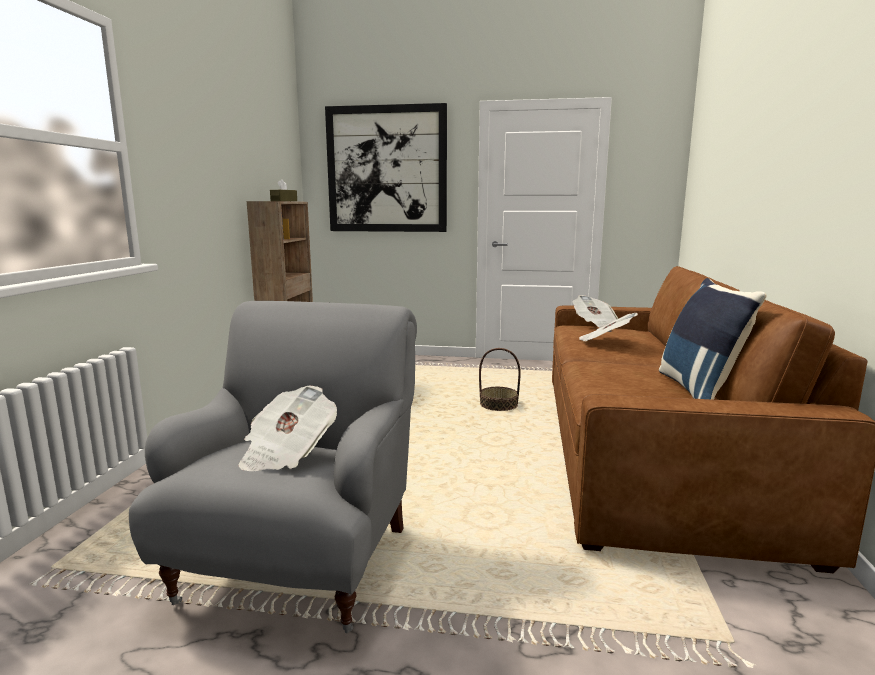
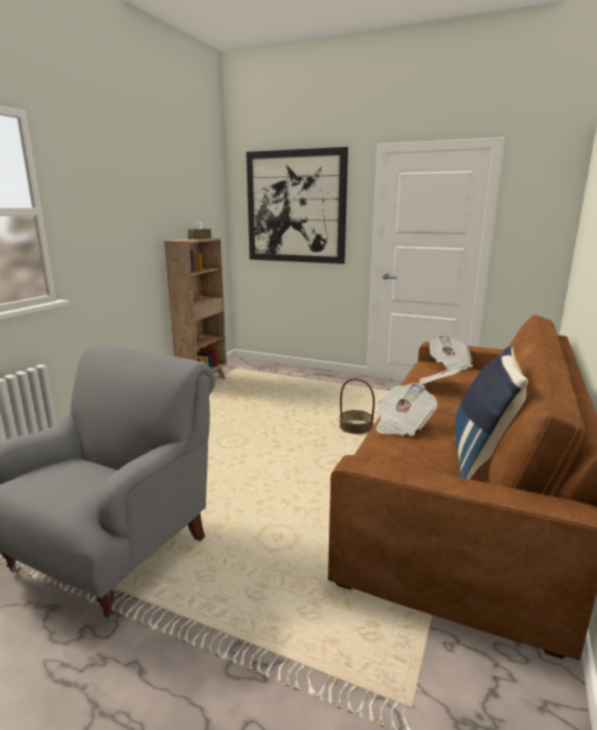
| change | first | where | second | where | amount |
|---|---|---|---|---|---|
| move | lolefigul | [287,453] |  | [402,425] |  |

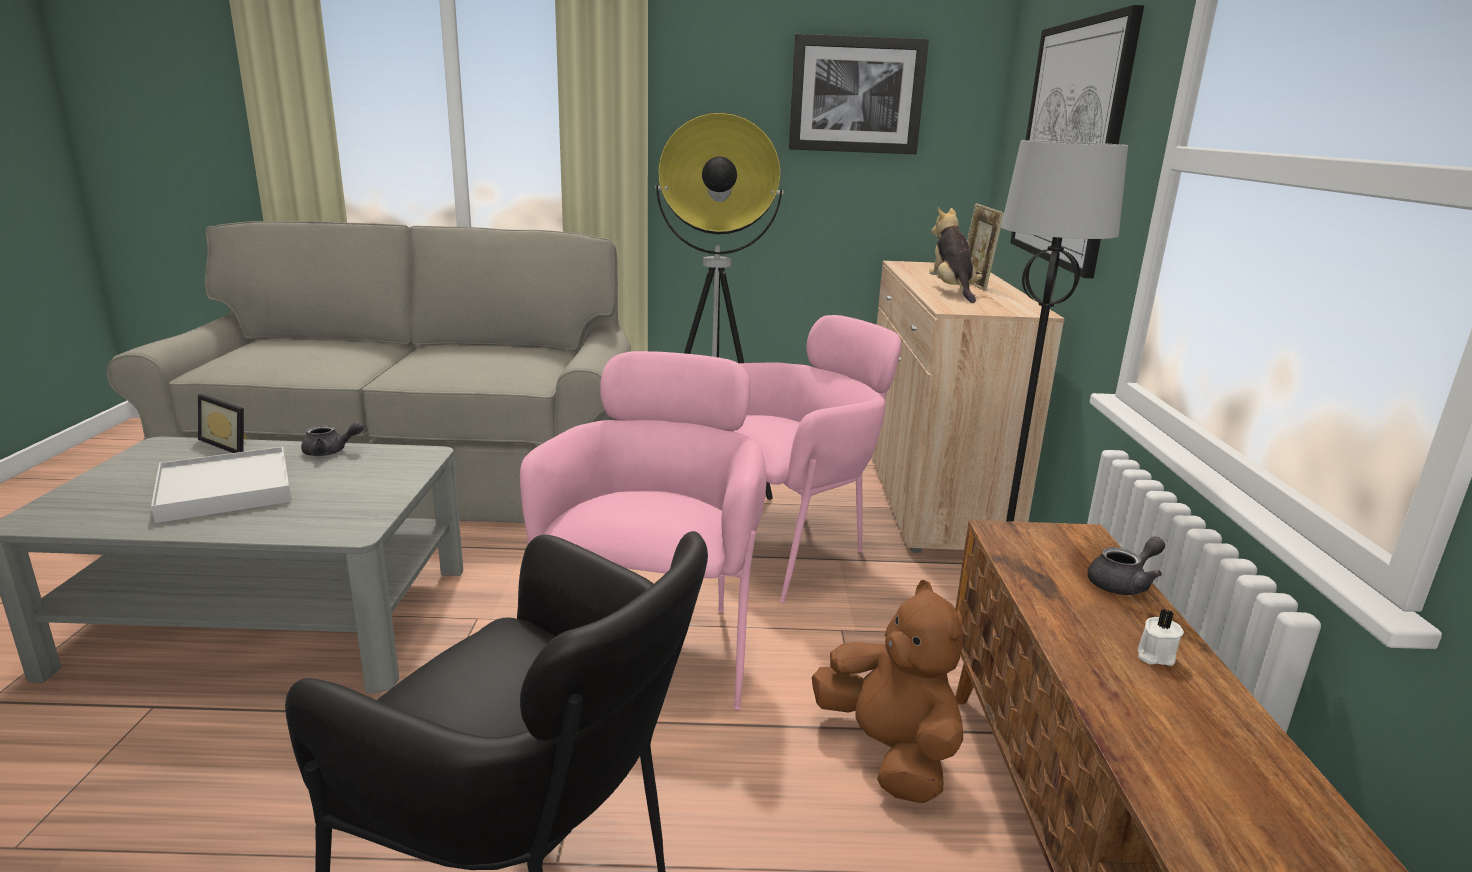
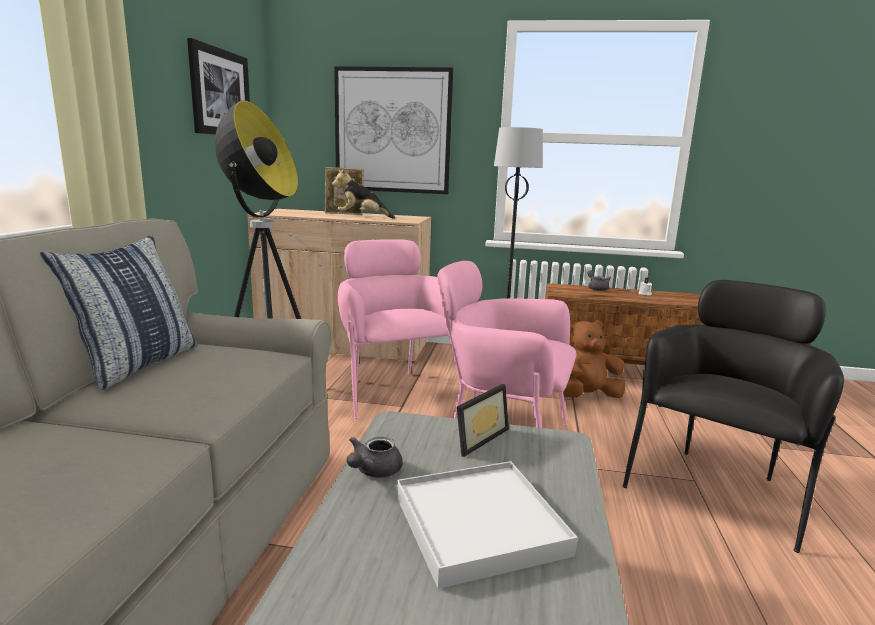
| change | first | where | second | where | amount |
|---|---|---|---|---|---|
| move | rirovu | [232,444] |  | [476,438] |  |
| rotate | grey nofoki | [330,452] |  | [373,471] | 150 degrees counterclockwise |
| insert |  |  | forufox | [138,364] |  |

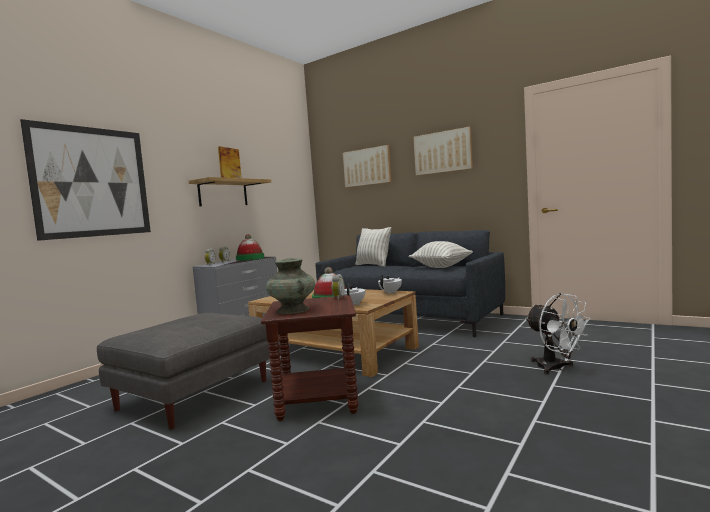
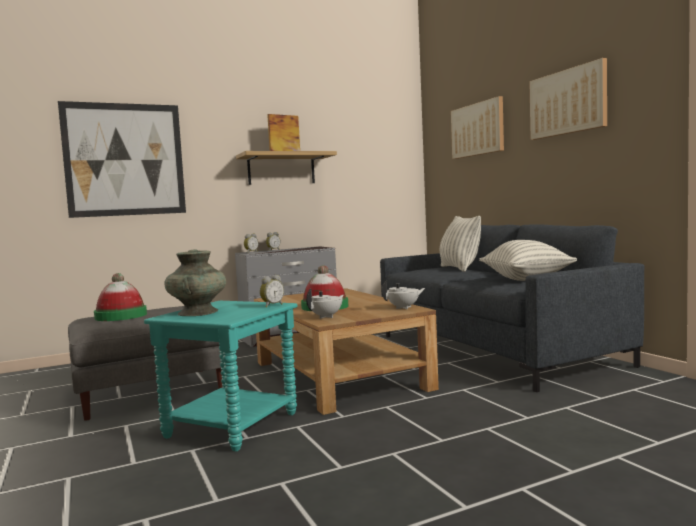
| change | first | where | second | where | amount |
|---|---|---|---|---|---|
| move | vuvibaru | [250,258] |  | [121,316] |  |
| delete | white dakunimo | [556,368] |  |  |  |
| recolor | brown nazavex | [317,399] | turquoise nazavex | [231,425] |  |

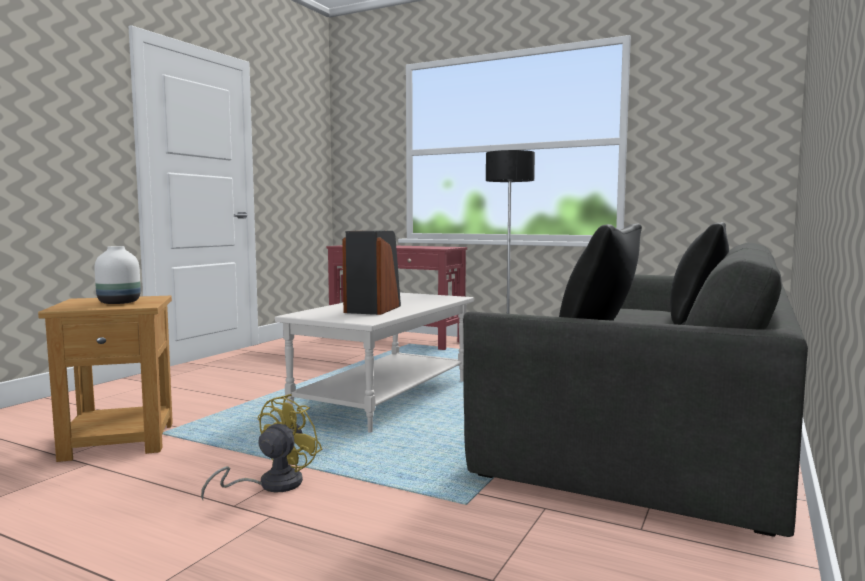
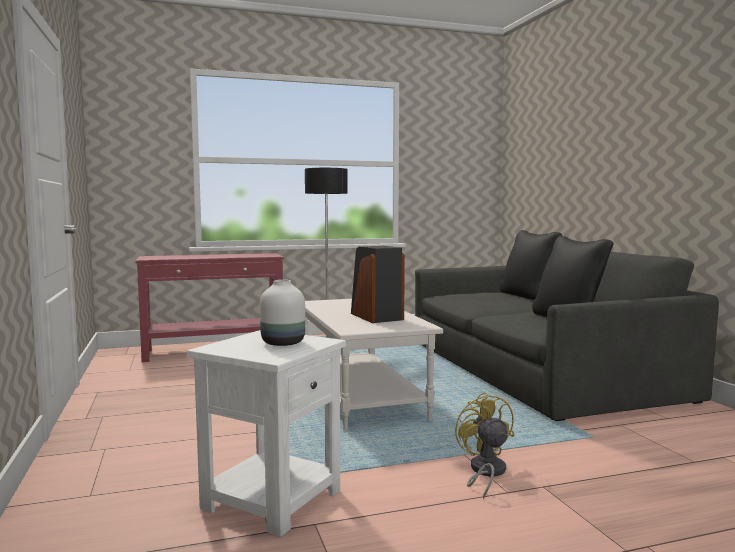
| change | first | where | second | where | amount |
|---|---|---|---|---|---|
| recolor | brown nazavex | [121,440] | white nazavex | [272,498] |  |

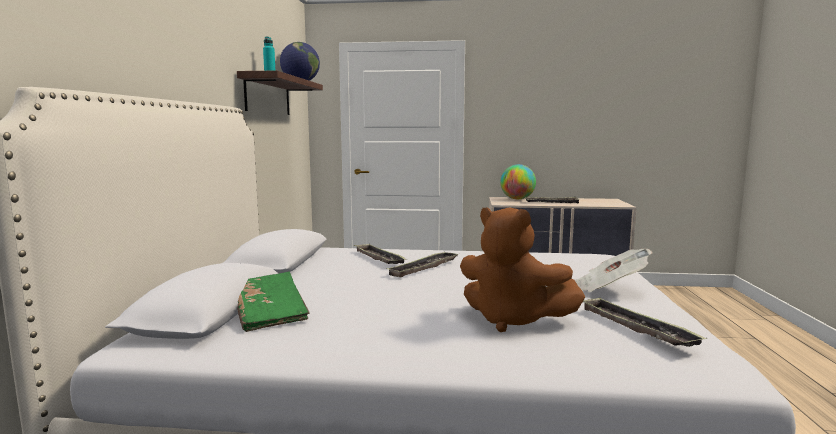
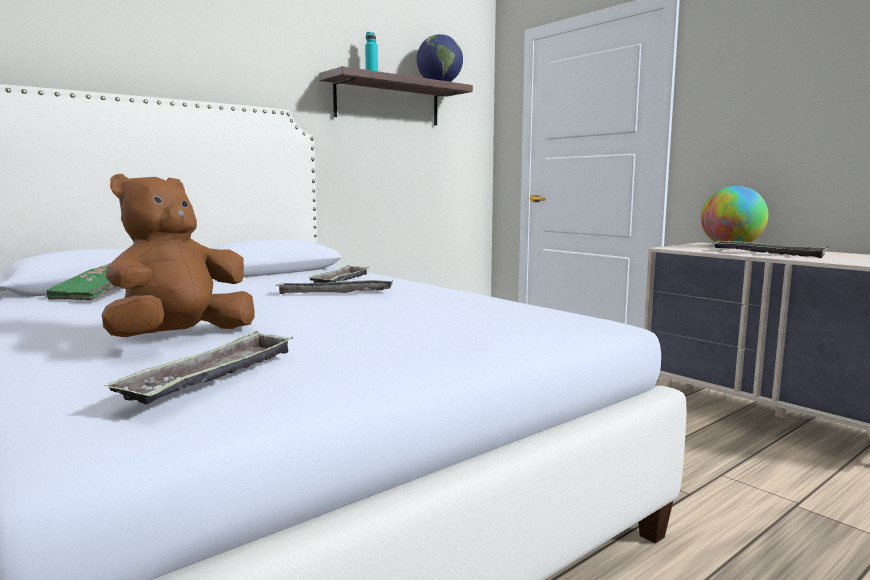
| change | first | where | second | where | amount |
|---|---|---|---|---|---|
| rotate | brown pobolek | [512,320] |  | [181,338] | 45 degrees clockwise |
| delete | lolefigul | [608,289] |  |  |  |

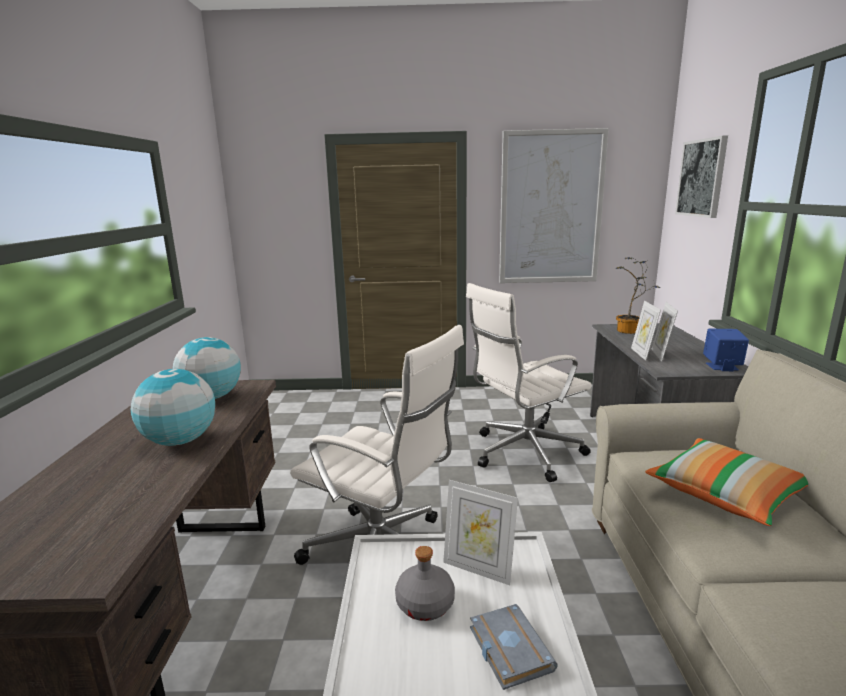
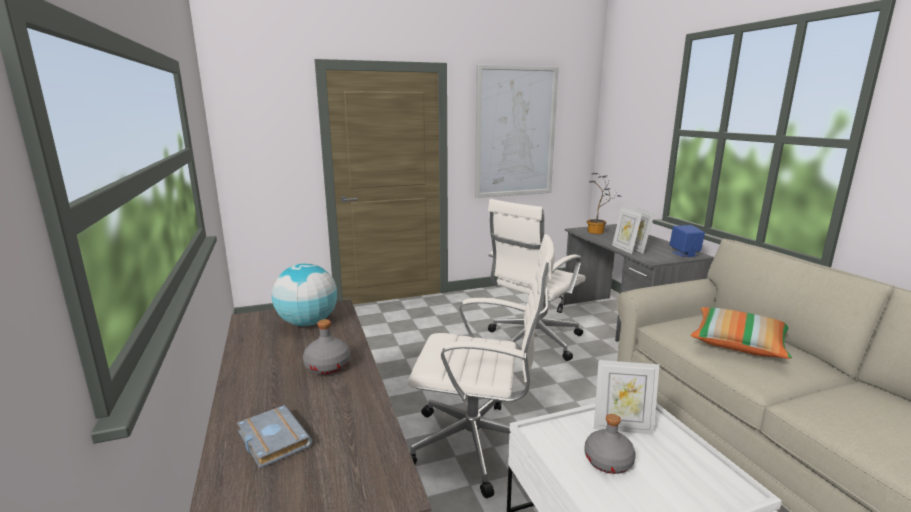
| change | first | where | second | where | amount |
|---|---|---|---|---|---|
| delete | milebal | [702,178] |  |  |  |
| replace | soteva | [180,441] | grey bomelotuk | [328,366] |  |
| move | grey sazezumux | [507,649] |  | [271,440] |  |

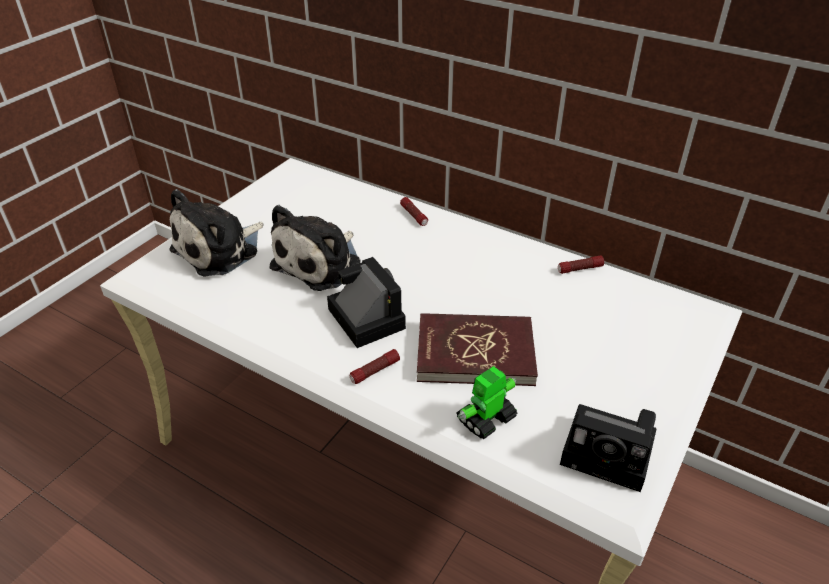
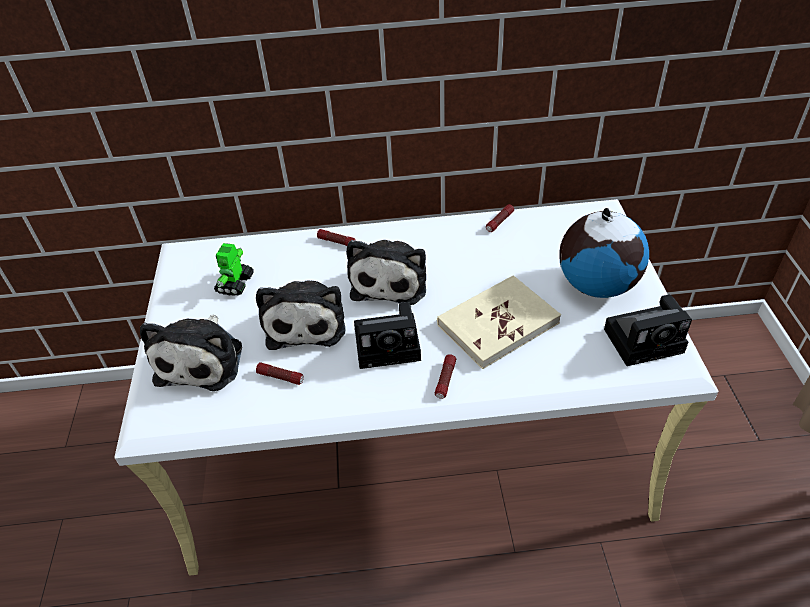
| change | first | where | second | where | amount |
|---|---|---|---|---|---|
| rotate | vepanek | [364,317] |  | [390,344] | 150 degrees clockwise |
| recolor | red sazezumux | [475,353] | beige sazezumux | [497,323] |  |
| move | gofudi | [485,419] |  | [235,284] |  |
| insert |  |  | soteva | [596,284] |  |
| insert |  |  | pobolek | [390,280] |  |
| insert |  |  | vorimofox | [281,377] |  |

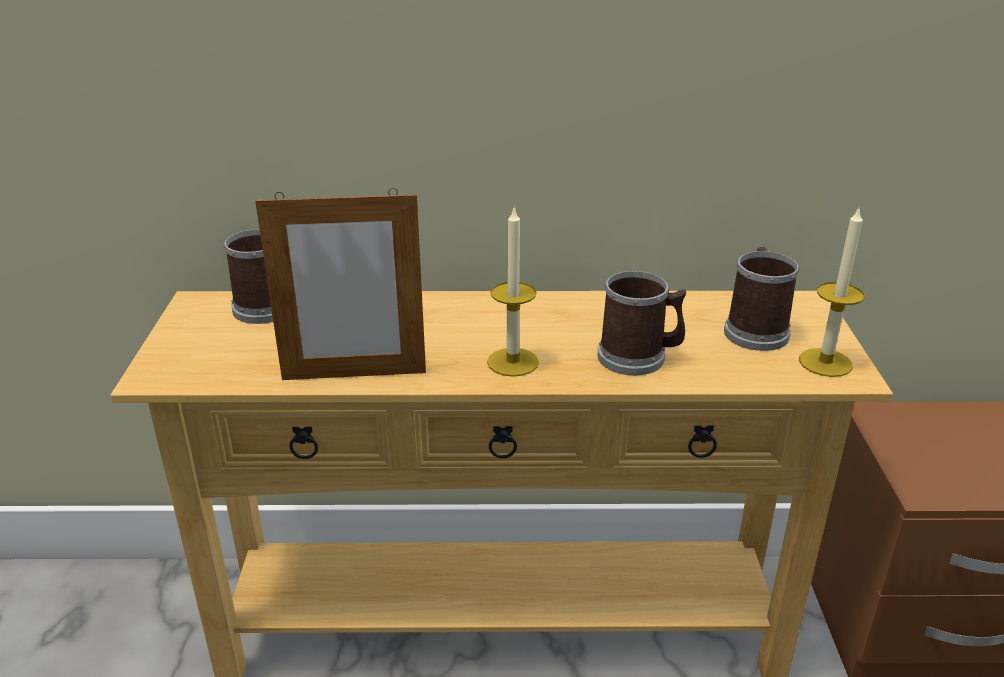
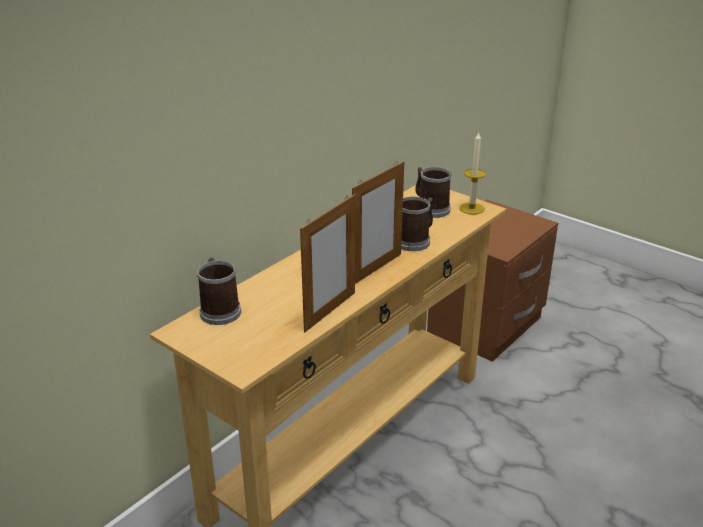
| change | first | where | second | where | amount |
|---|---|---|---|---|---|
| replace | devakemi | [513,362] | rirovu | [377,269] |  |

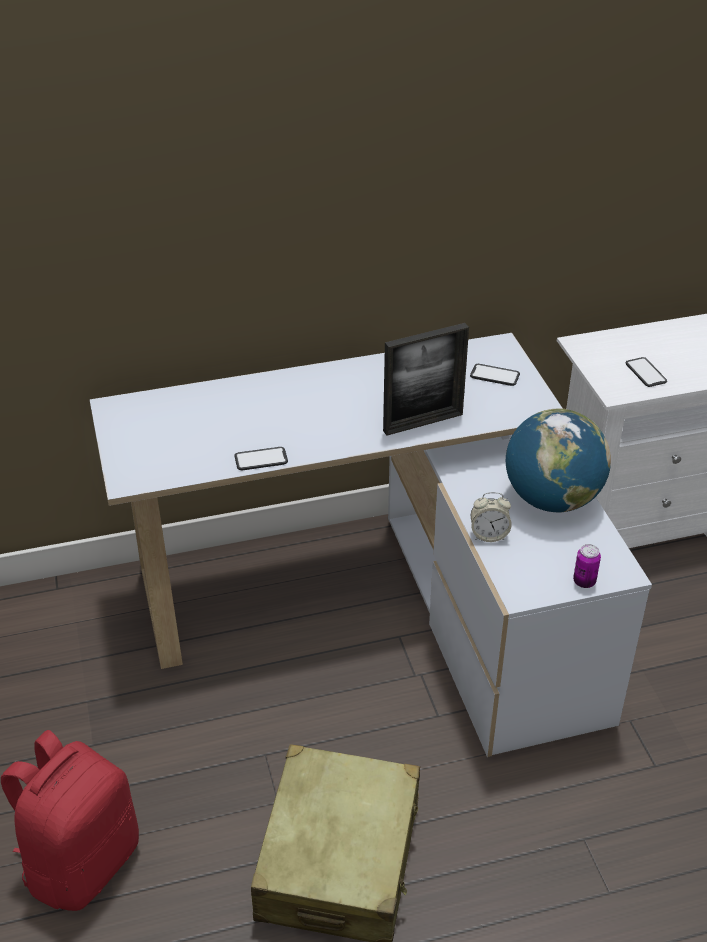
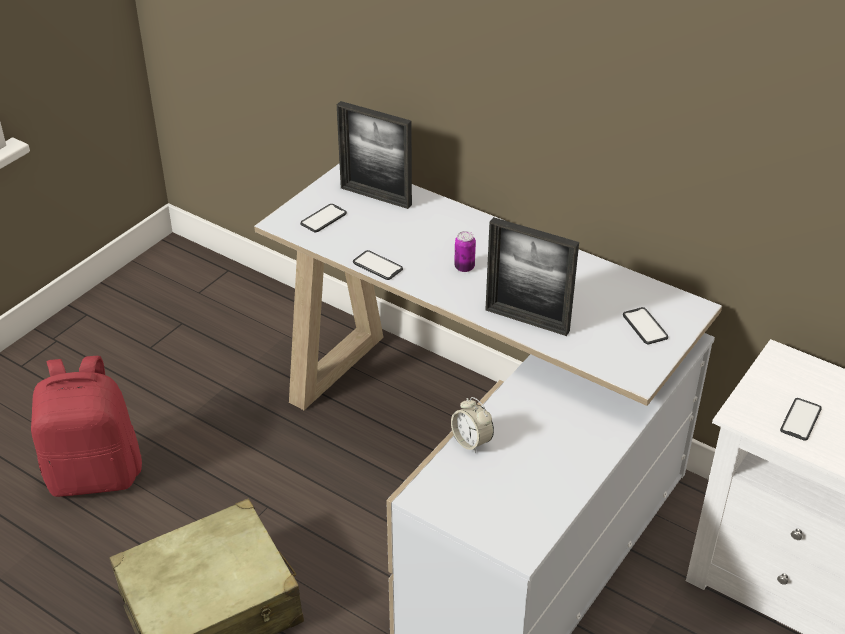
| change | first | where | second | where | amount |
|---|---|---|---|---|---|
| delete | soteva | [552,499] |  |  |  |
| move | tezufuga | [584,582] |  | [464,267] |  |
| insert |  |  | rirovu | [376,196] |  |
| insert |  |  | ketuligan | [323,219] |  |

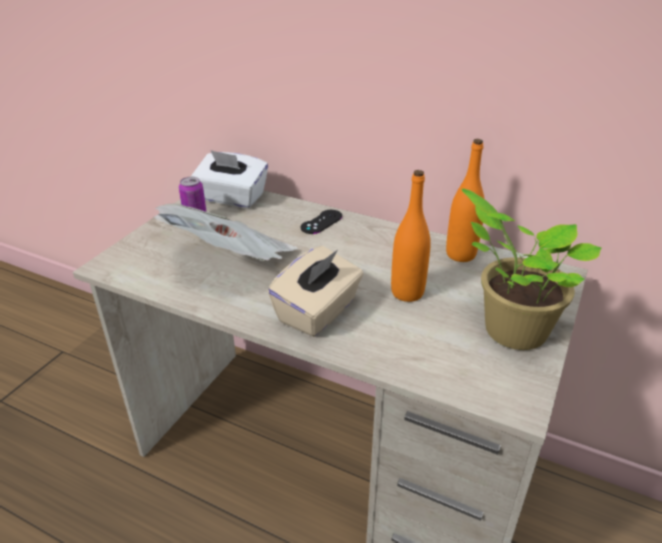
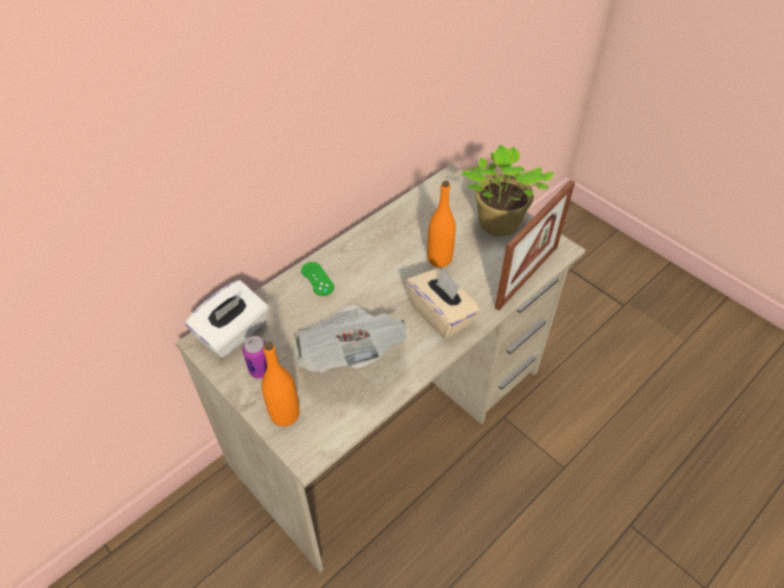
| change | first | where | second | where | amount |
|---|---|---|---|---|---|
| move | orange bomelotuk | [460,254] |  | [285,414] |  |
| recolor | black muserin | [321,222] | green muserin | [317,279] |  |
| insert |  |  | rirovu | [527,276] |  |

